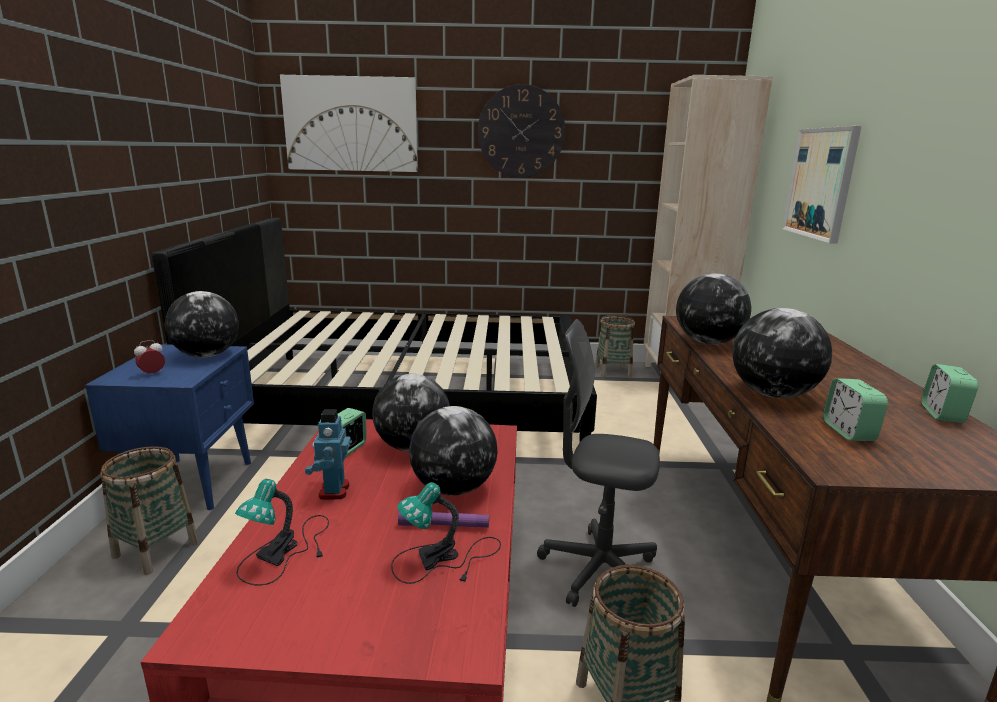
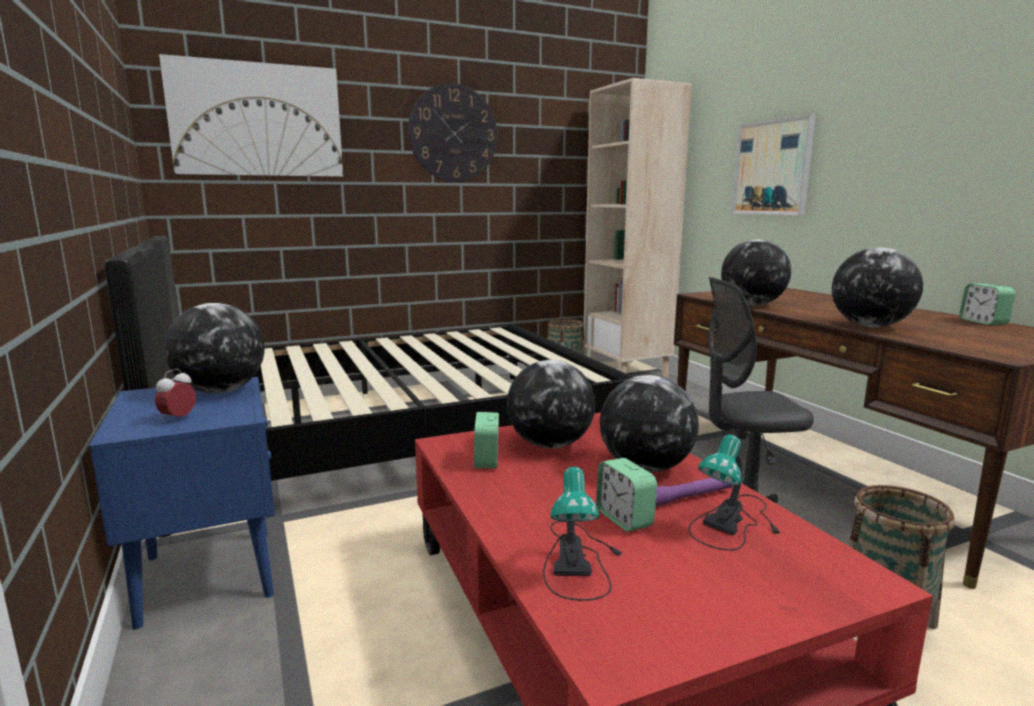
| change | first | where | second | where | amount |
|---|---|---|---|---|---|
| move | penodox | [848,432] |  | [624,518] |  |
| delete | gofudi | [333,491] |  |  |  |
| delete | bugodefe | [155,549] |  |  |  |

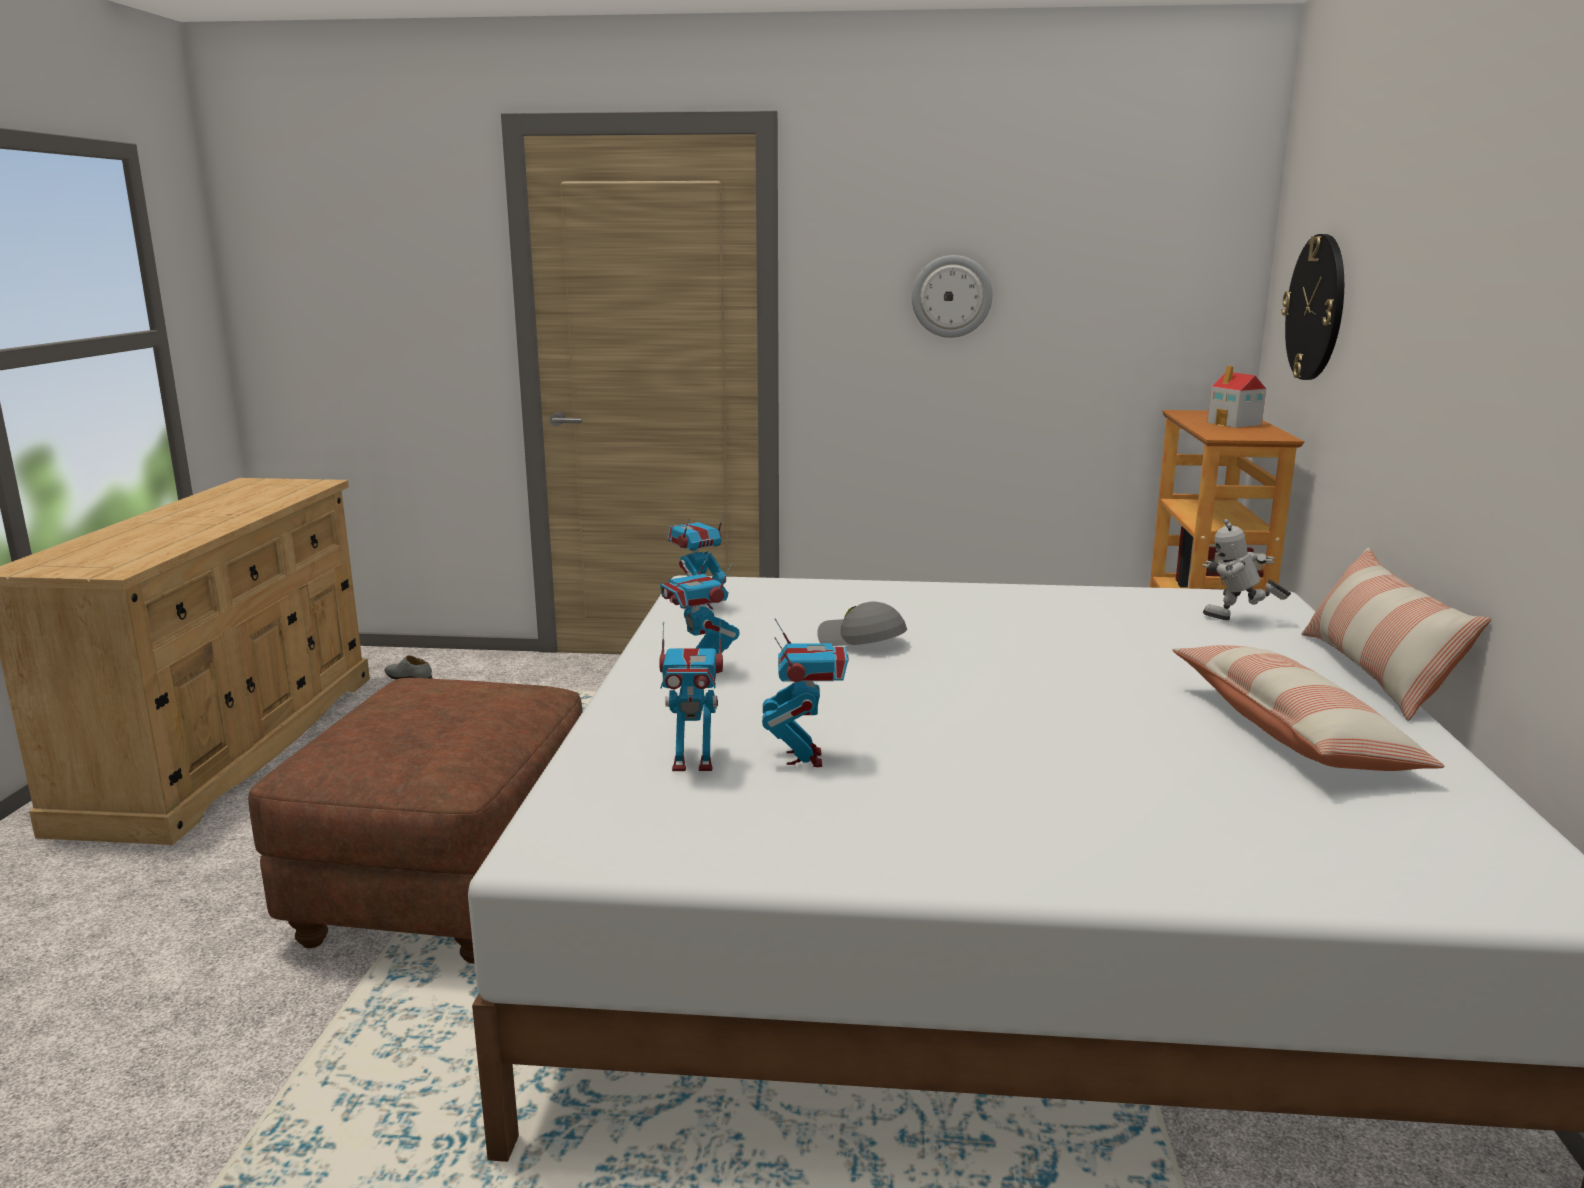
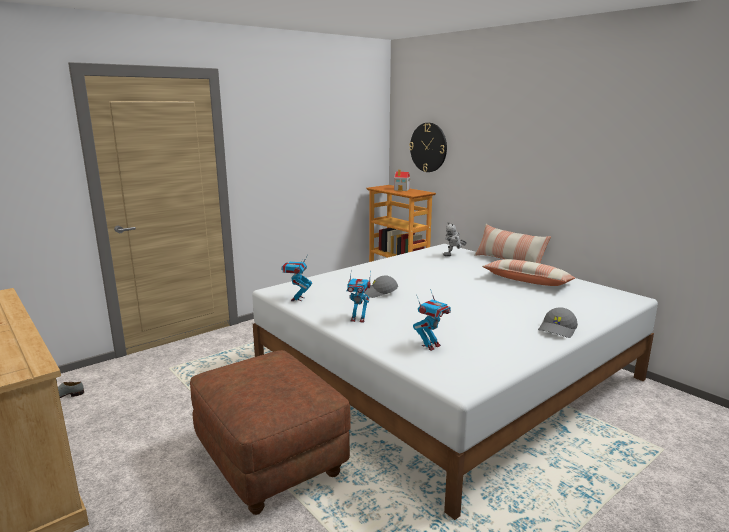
| change | first | where | second | where | amount |
|---|---|---|---|---|---|
| delete | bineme | [951,296] |  |  |  |
| delete | gofudi | [805,758] |  |  |  |
| insert |  |  | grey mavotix | [558,329] |  |

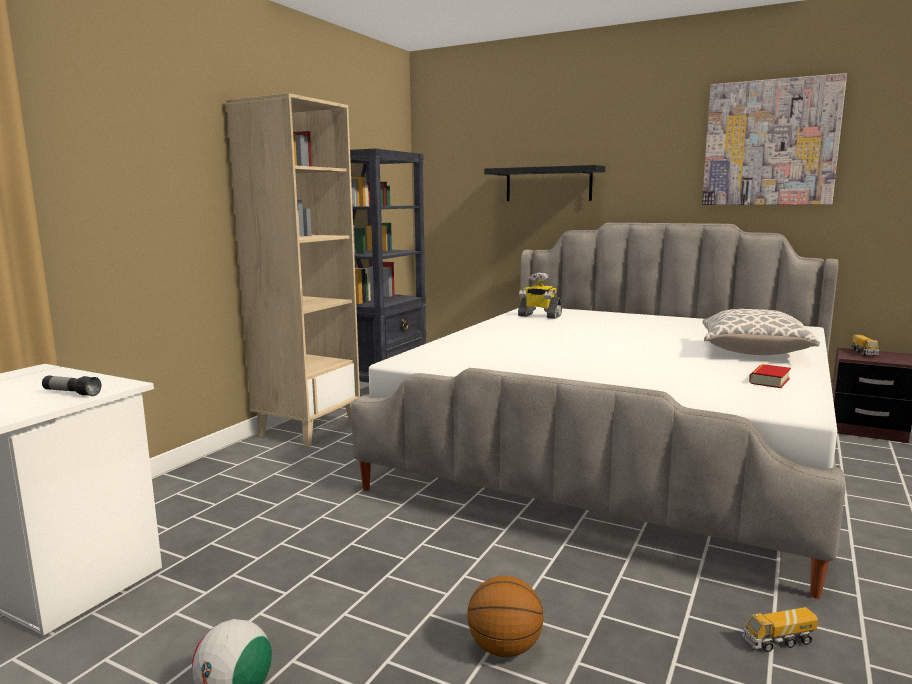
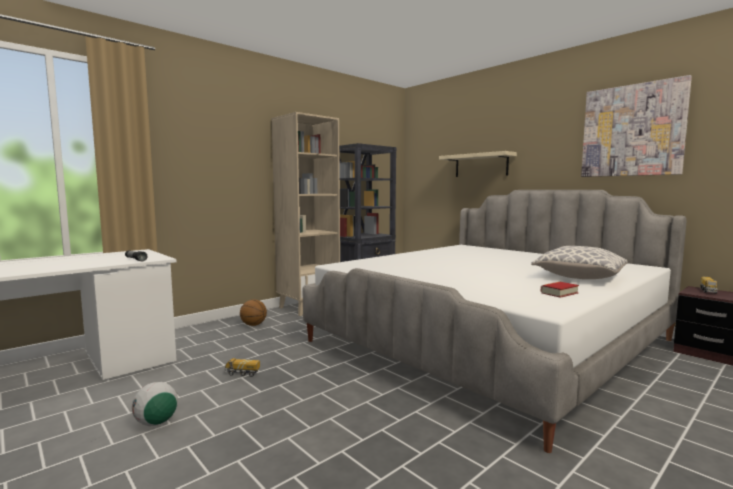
| change | first | where | second | where | amount |
|---|---|---|---|---|---|
| recolor | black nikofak | [548,184] | beige nikofak | [481,165] |  |
| delete | gofudi | [539,316] |  |  |  |
| move | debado | [504,648] |  | [253,325] |  |
| move | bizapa | [778,641] |  | [242,373] |  |

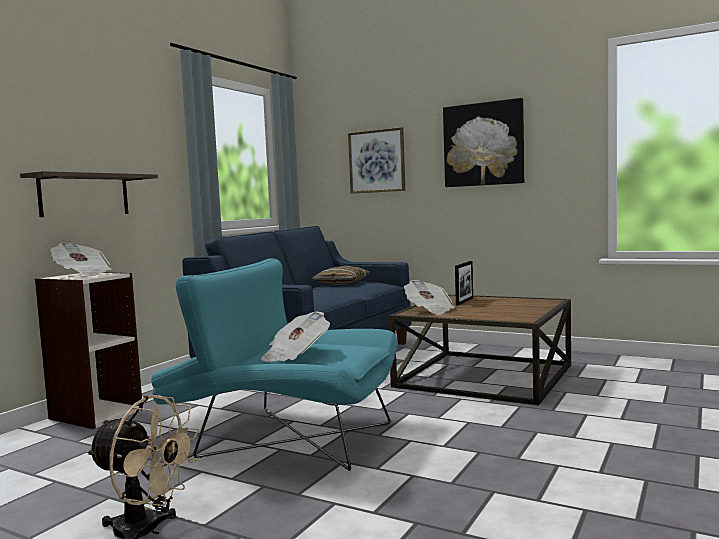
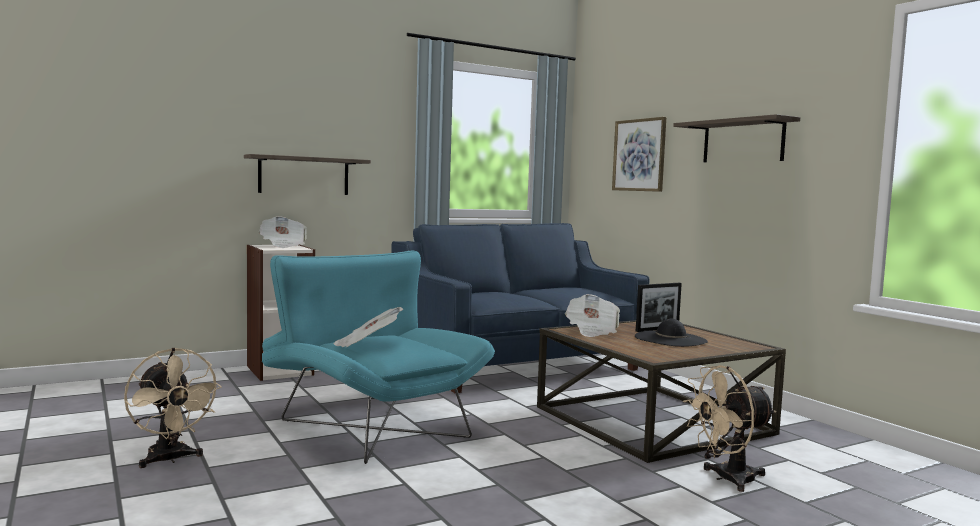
| change | first | where | second | where | amount |
|---|---|---|---|---|---|
| replace | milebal | [483,144] | nikofak | [743,141] |  |
| delete | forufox | [341,283] |  |  |  |
| insert |  |  | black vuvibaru | [670,339] |  |
| insert |  |  | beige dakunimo | [726,479] |  |

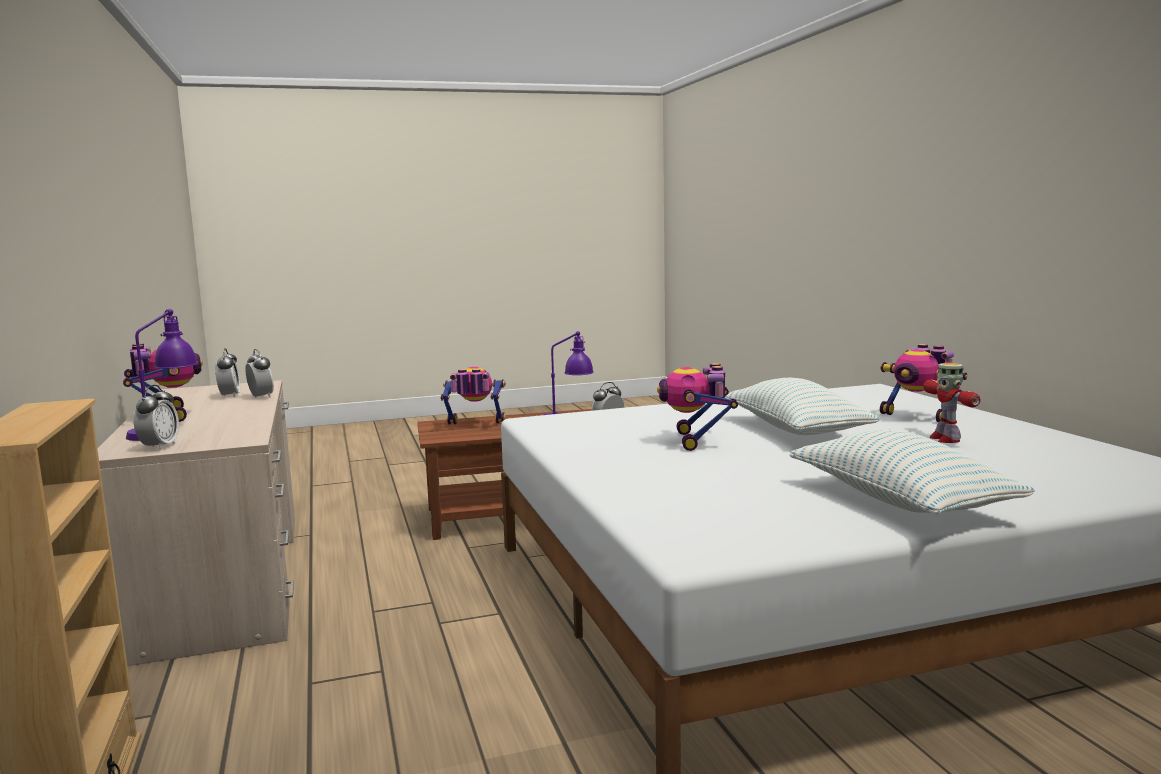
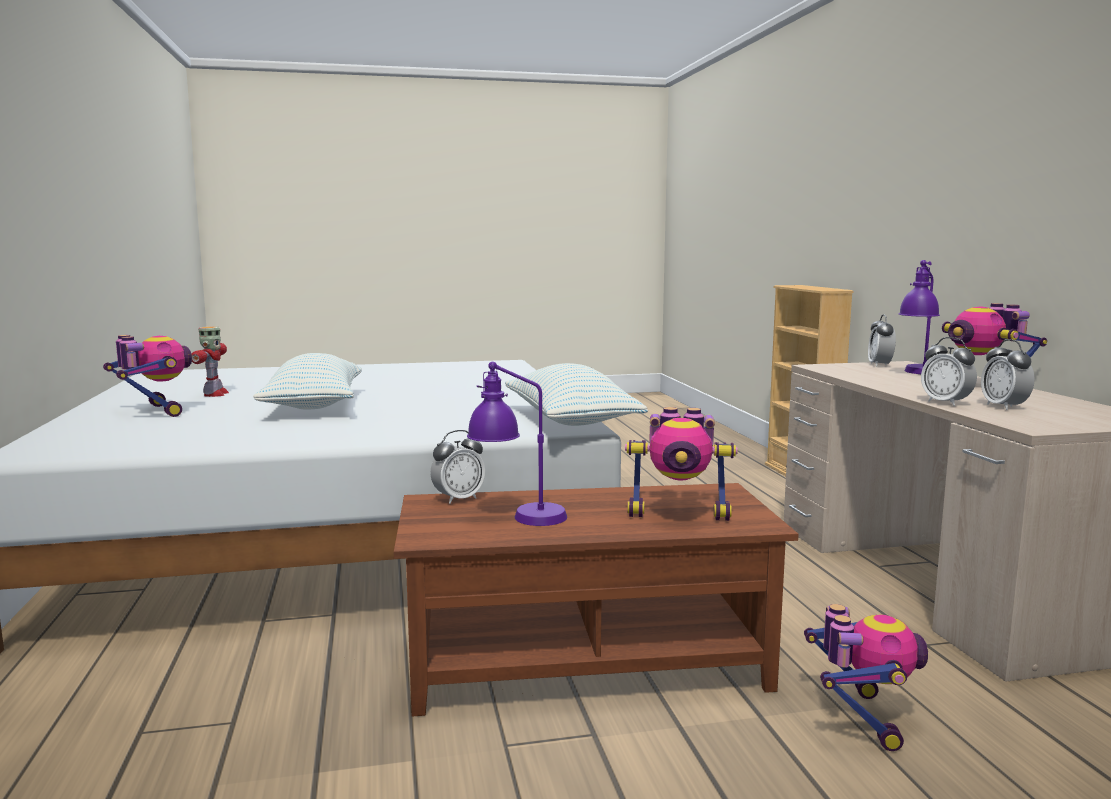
| change | first | where | second | where | amount |
|---|---|---|---|---|---|
| move | gofudi | [697,441] |  | [860,718] |  |
| move | forufox | [900,501] |  | [570,421] |  |

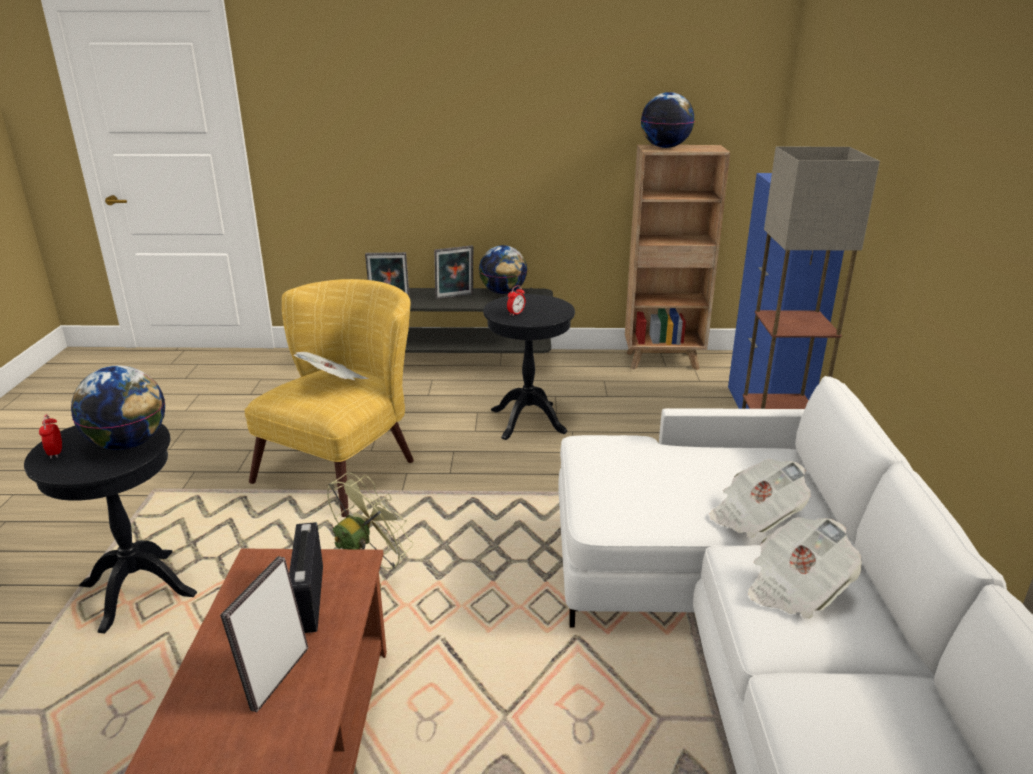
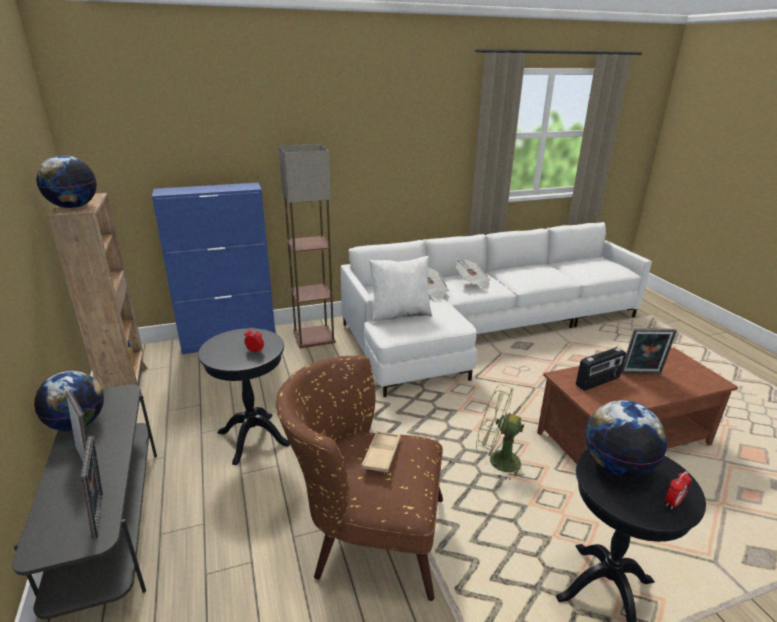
| change | first | where | second | where | amount |
|---|---|---|---|---|---|
| recolor | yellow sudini | [347,464] | brown sudini | [366,534] |  |
| replace | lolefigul | [333,383] | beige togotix | [381,454] |  |
| insert |  |  | white forufox | [399,314] |  |

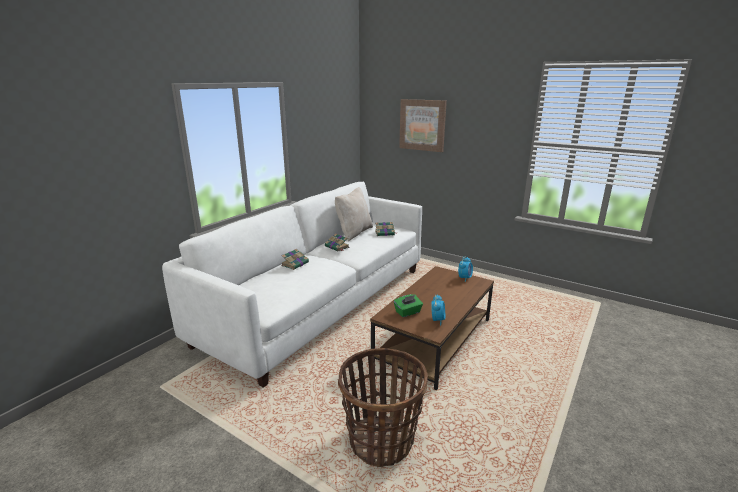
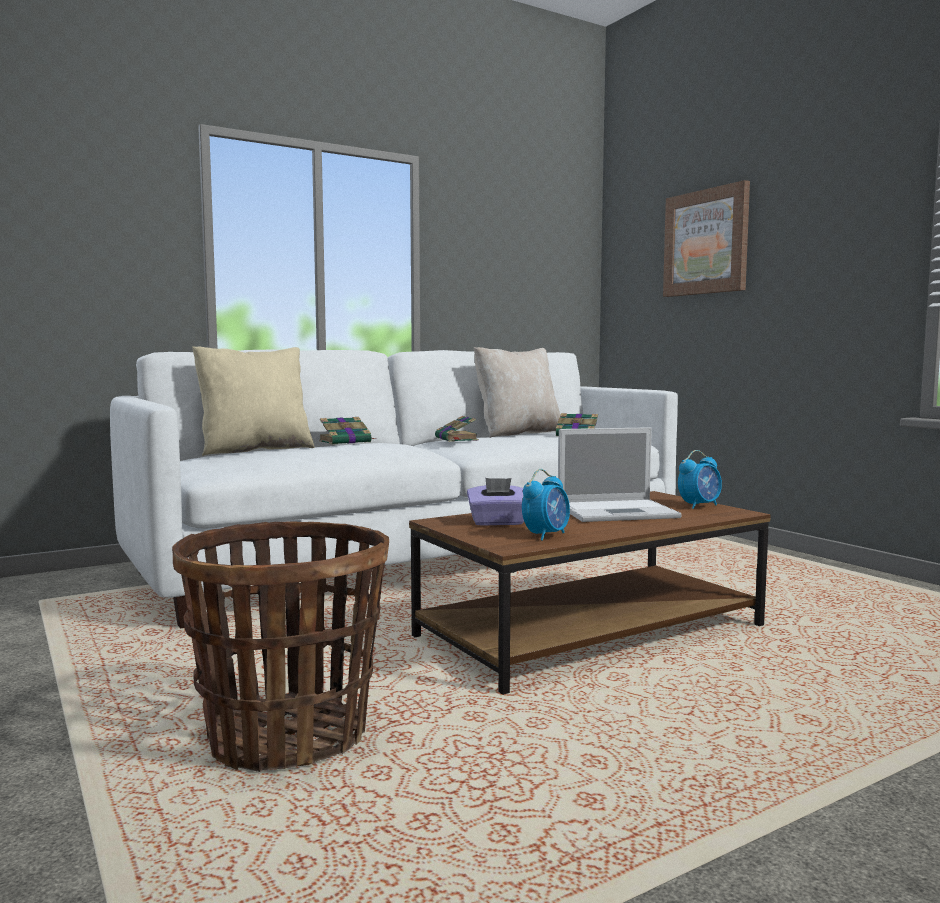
| change | first | where | second | where | amount |
|---|---|---|---|---|---|
| recolor | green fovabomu | [408,312] | purple fovabomu | [497,522] |  |
| insert |  |  | beige forufox | [255,450] |  |
| insert |  |  | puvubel | [619,512] |  |

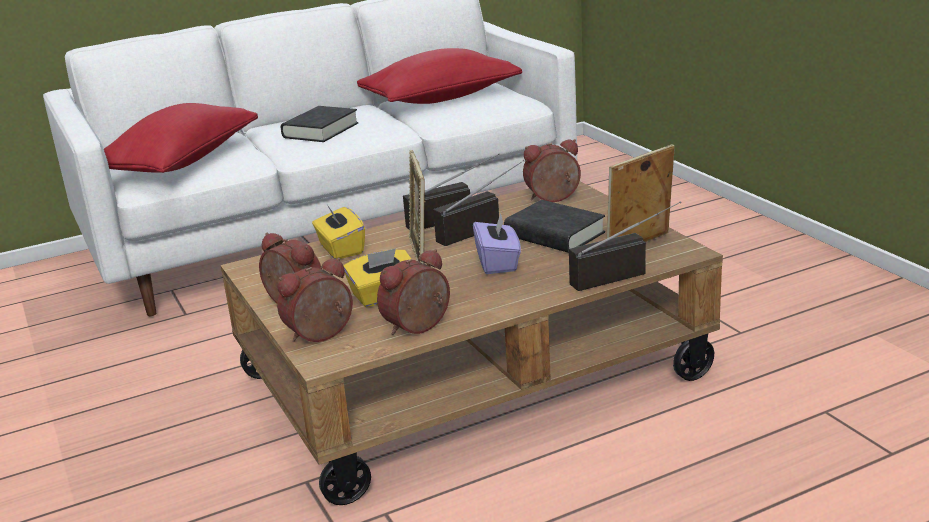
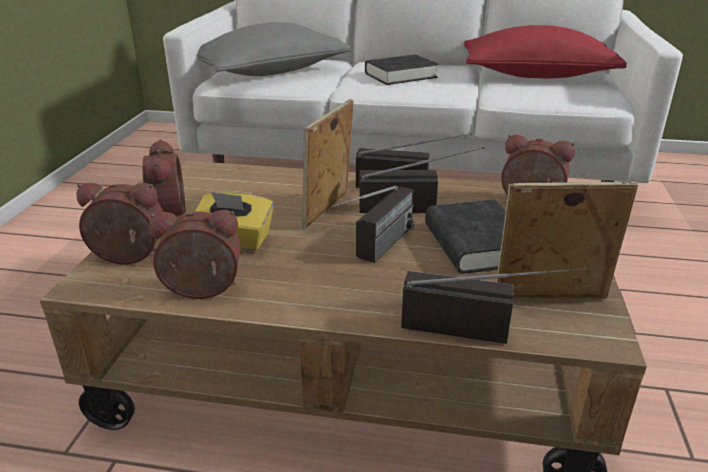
| change | first | where | second | where | amount |
|---|---|---|---|---|---|
| recolor | red forufox | [180,162] | grey forufox | [271,72] |  |
| delete | yellow fovabomu | [340,249] |  |  |  |
| replace | purple fovabomu | [498,263] | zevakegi | [376,252] |  |

